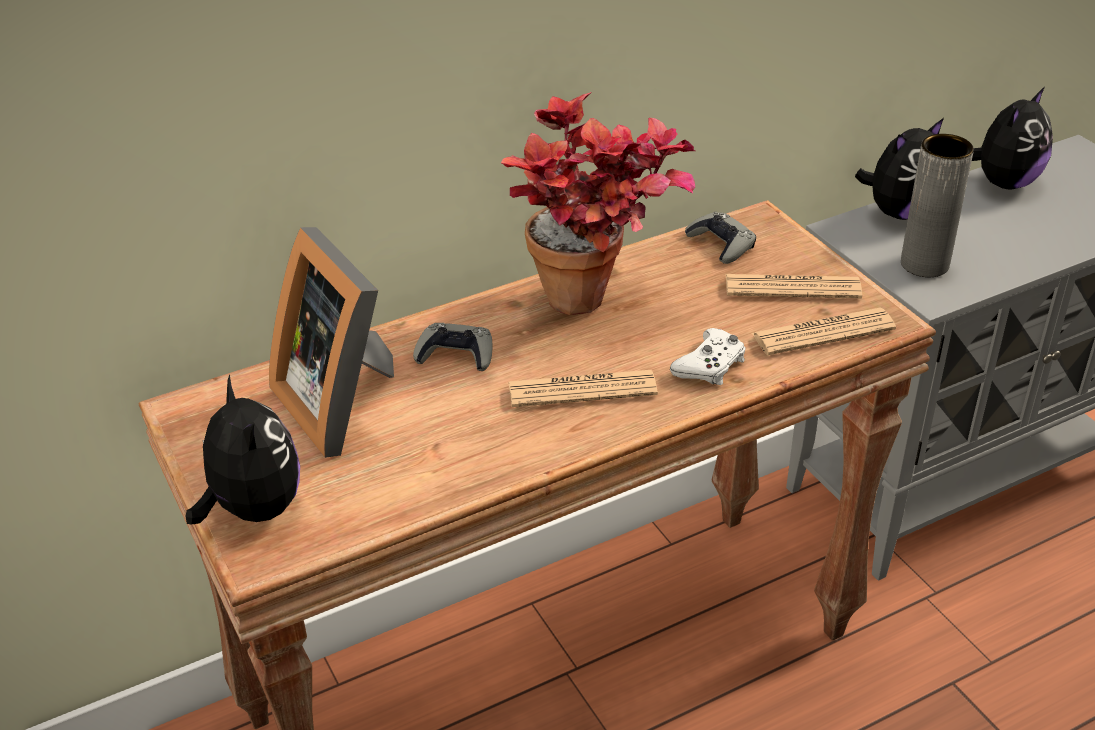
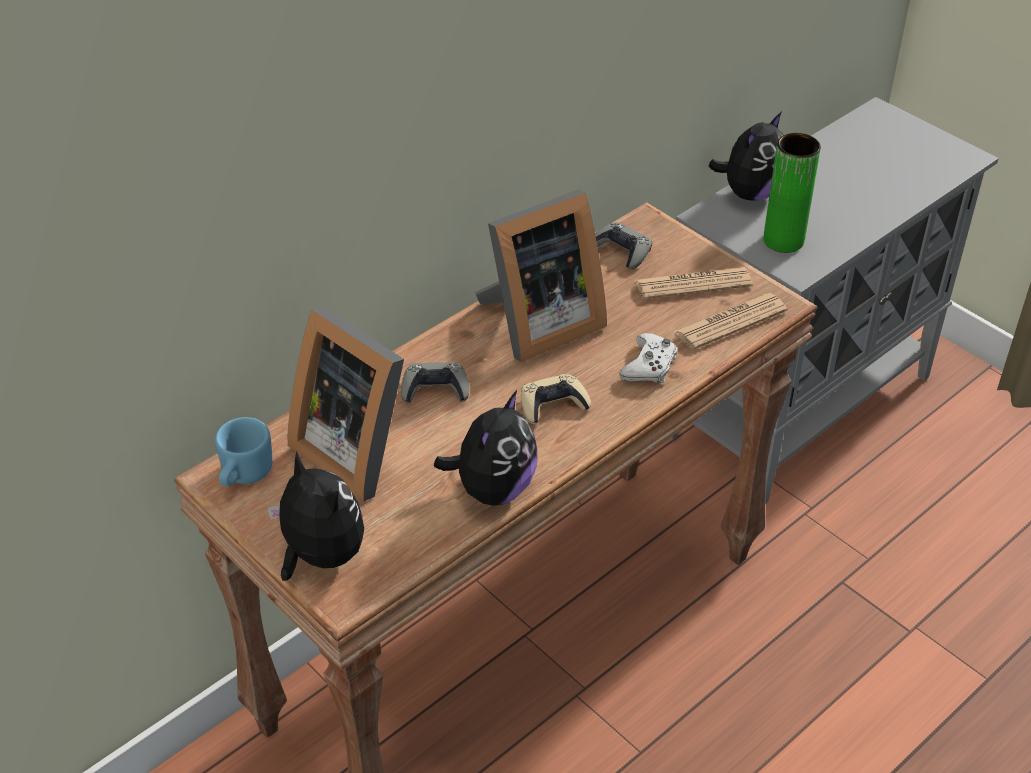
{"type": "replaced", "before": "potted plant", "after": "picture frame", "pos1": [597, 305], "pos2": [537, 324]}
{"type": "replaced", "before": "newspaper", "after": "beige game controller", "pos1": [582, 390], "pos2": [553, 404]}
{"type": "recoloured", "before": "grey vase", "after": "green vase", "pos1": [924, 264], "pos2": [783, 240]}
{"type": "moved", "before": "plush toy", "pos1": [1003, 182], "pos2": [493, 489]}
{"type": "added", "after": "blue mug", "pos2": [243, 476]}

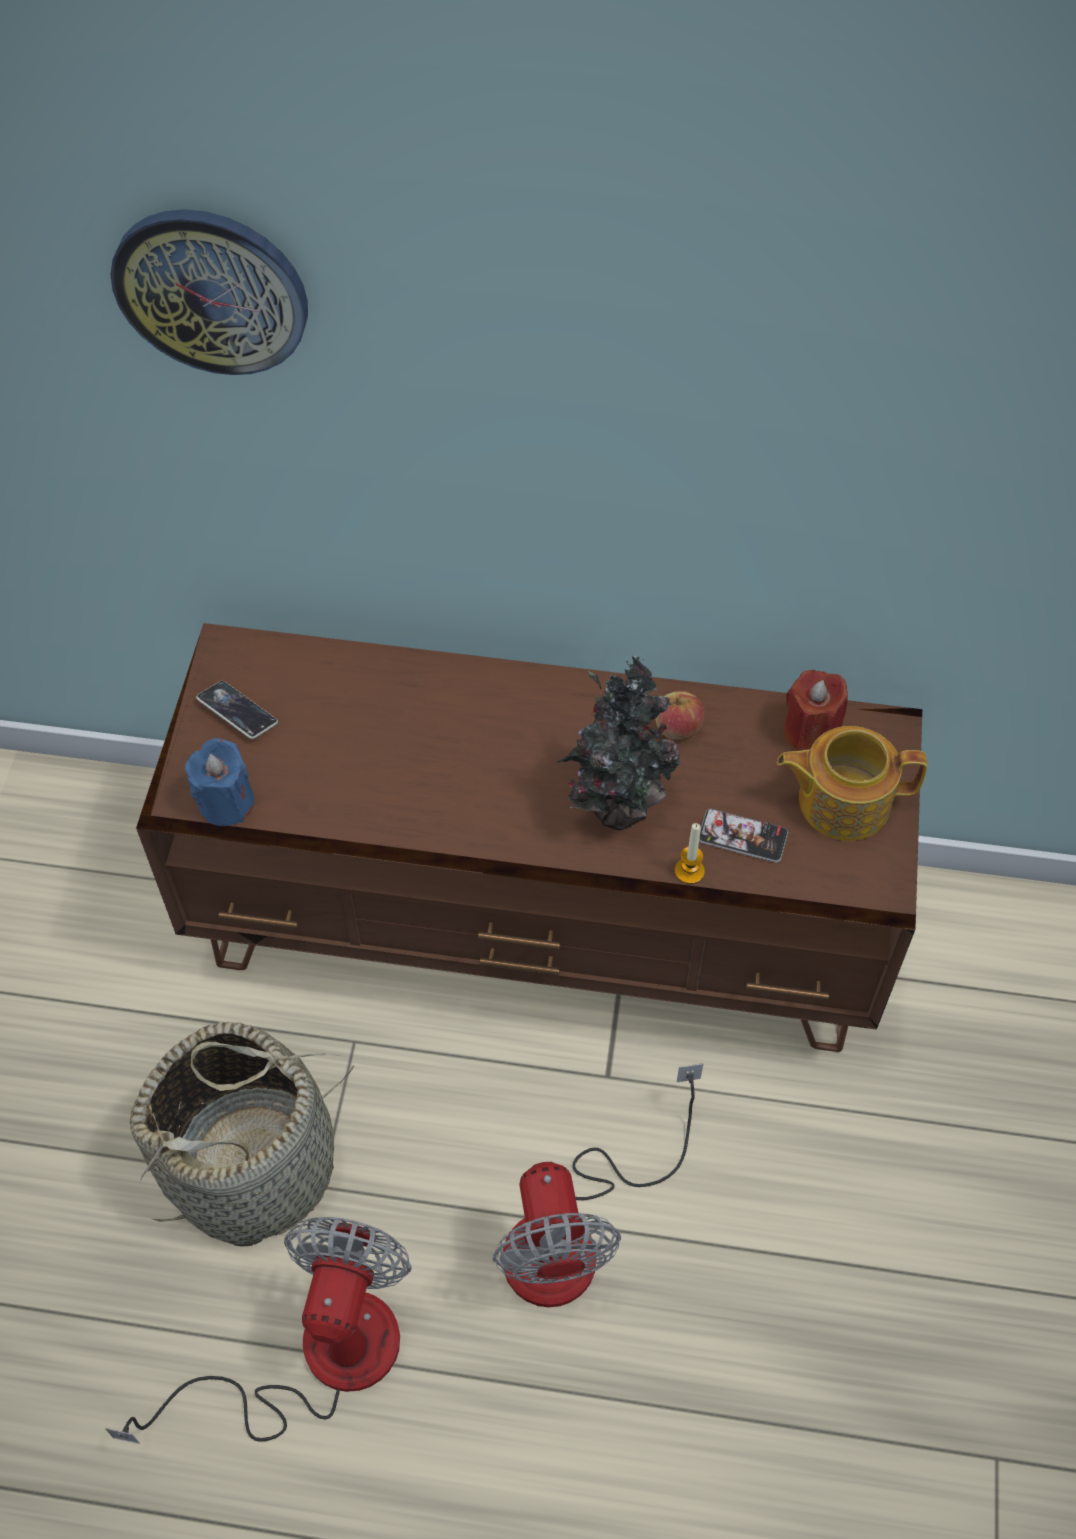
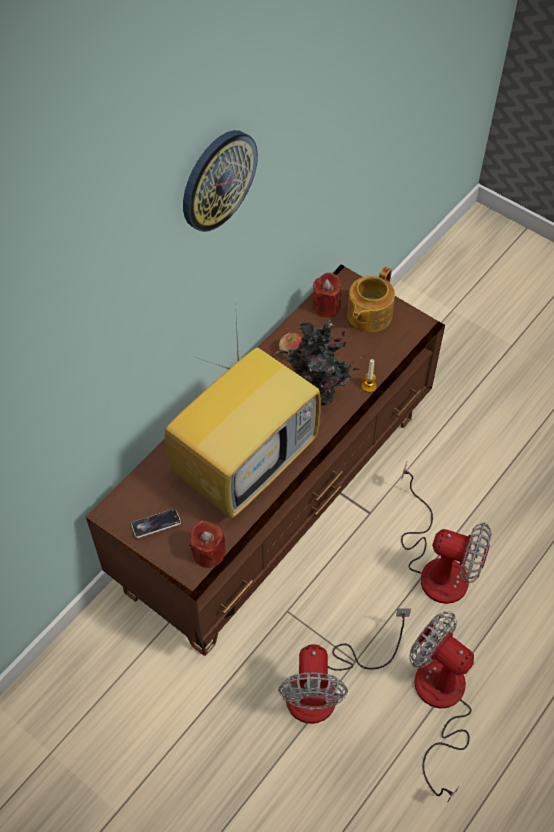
{"type": "moved", "before": "wall clock", "pos1": [211, 290], "pos2": [218, 180]}
{"type": "replaced", "before": "basket", "after": "fan", "pos1": [255, 1165], "pos2": [327, 686]}
{"type": "recoloured", "before": "blue candle", "after": "red candle", "pos1": [226, 802], "pos2": [208, 553]}
{"type": "removed", "before": "phone", "pos1": [742, 836]}
{"type": "added", "after": "television", "pos2": [246, 461]}

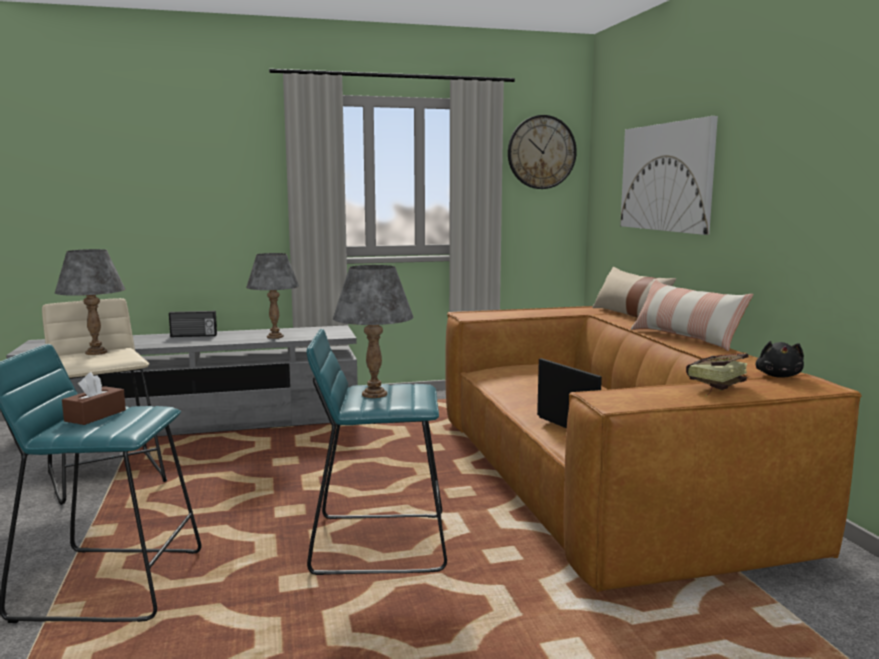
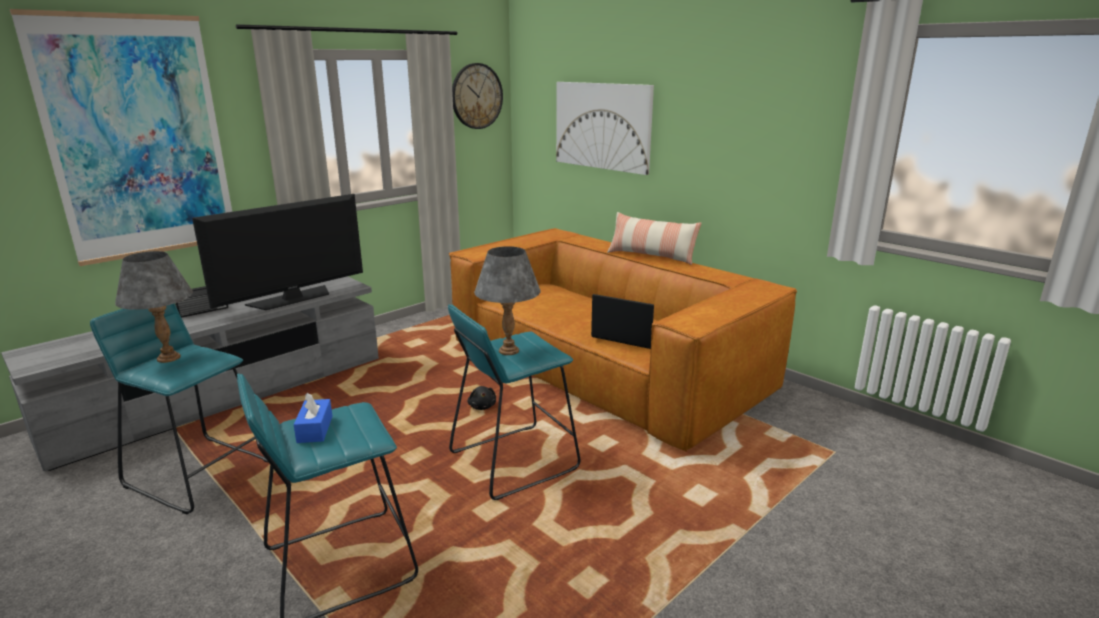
{"type": "recoloured", "before": "beige stool", "after": "turquoise stool", "pos1": [108, 476], "pos2": [200, 473]}
{"type": "recoloured", "before": "brown tissue box", "after": "blue tissue box", "pos1": [95, 415], "pos2": [315, 429]}
{"type": "replaced", "before": "grey table lamp", "after": "television", "pos1": [275, 336], "pos2": [292, 298]}
{"type": "removed", "before": "beige pillow", "pos1": [630, 315]}
{"type": "removed", "before": "book", "pos1": [713, 388]}
{"type": "moved", "before": "black plush toy", "pos1": [778, 376], "pos2": [482, 406]}
{"type": "added", "after": "picture", "pos2": [138, 139]}

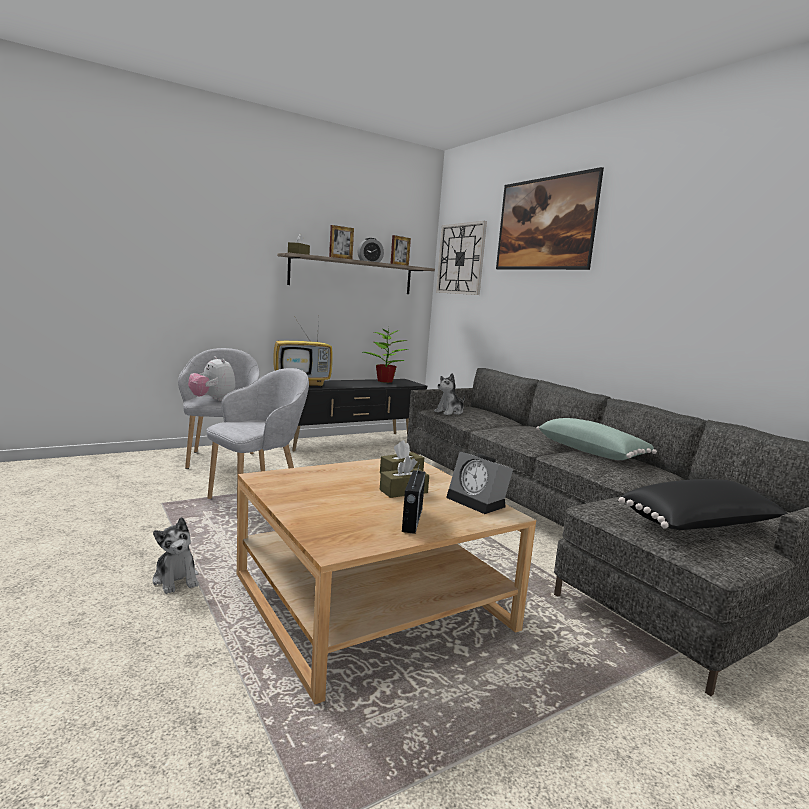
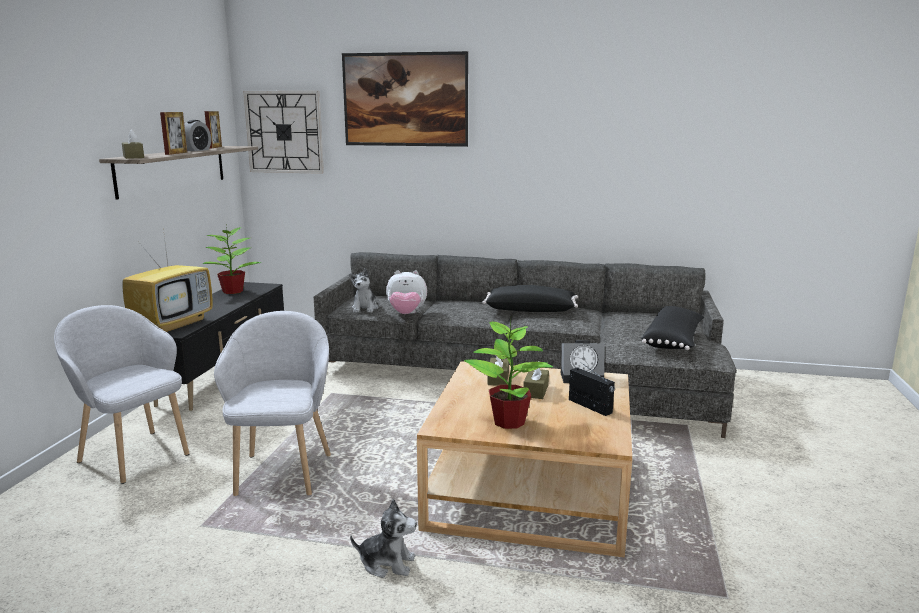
{"type": "moved", "before": "plush toy", "pos1": [212, 400], "pos2": [406, 314]}
{"type": "recoloured", "before": "green pillow", "after": "black pillow", "pos1": [592, 452], "pos2": [530, 310]}
{"type": "added", "after": "potted plant", "pos2": [510, 422]}

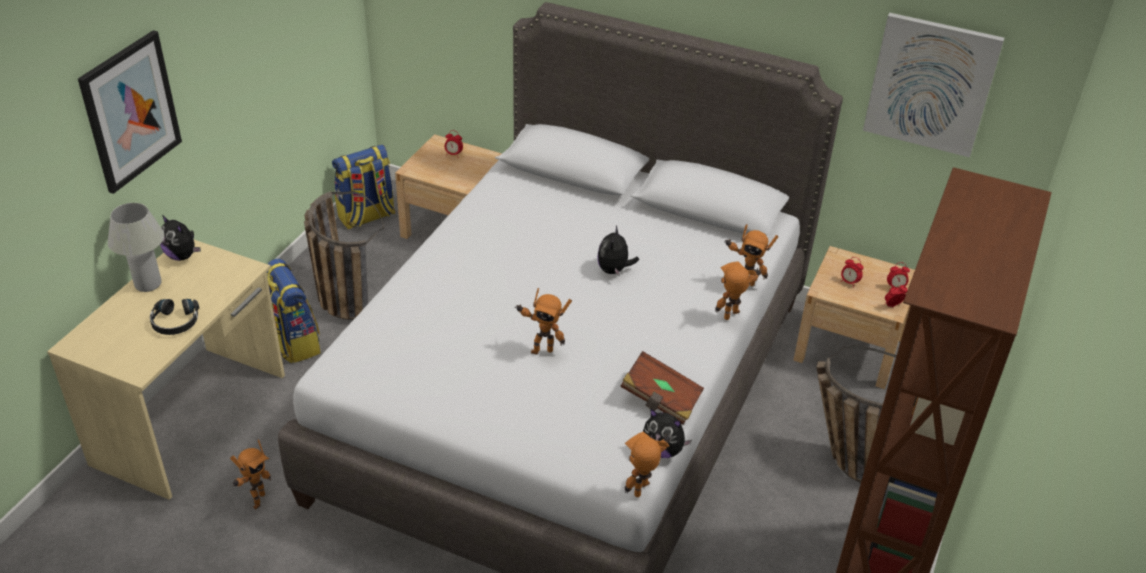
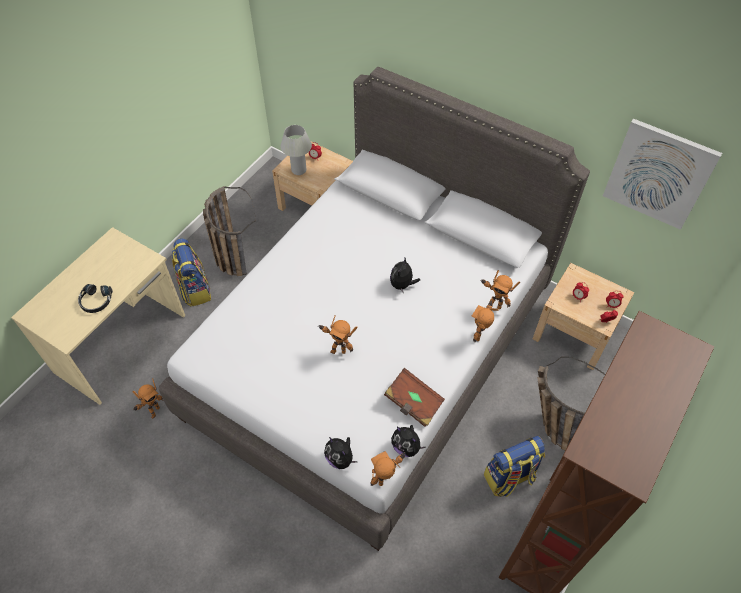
{"type": "removed", "before": "picture", "pos1": [130, 111]}
{"type": "moved", "before": "white table lamp", "pos1": [148, 284], "pos2": [299, 170]}
{"type": "moved", "before": "plush toy", "pos1": [182, 256], "pos2": [340, 458]}
{"type": "moved", "before": "backpack", "pos1": [366, 217], "pos2": [509, 478]}
{"type": "turned", "before": "toy robot", "pos1": [734, 317], "pos2": [480, 335], "turn": -45}

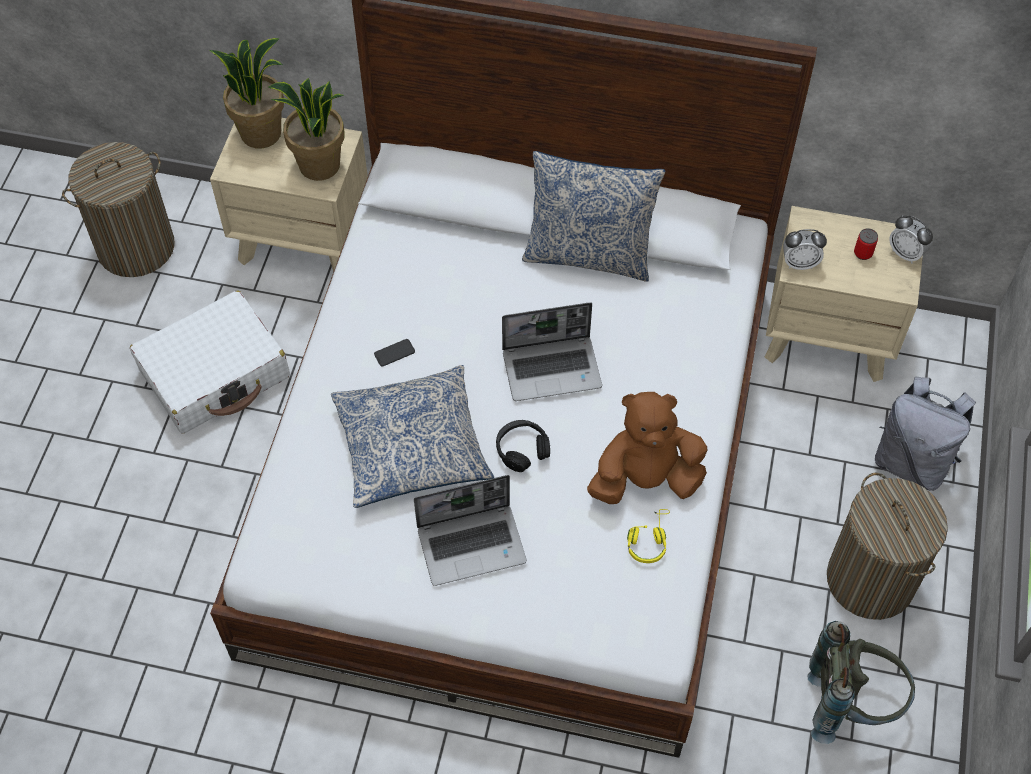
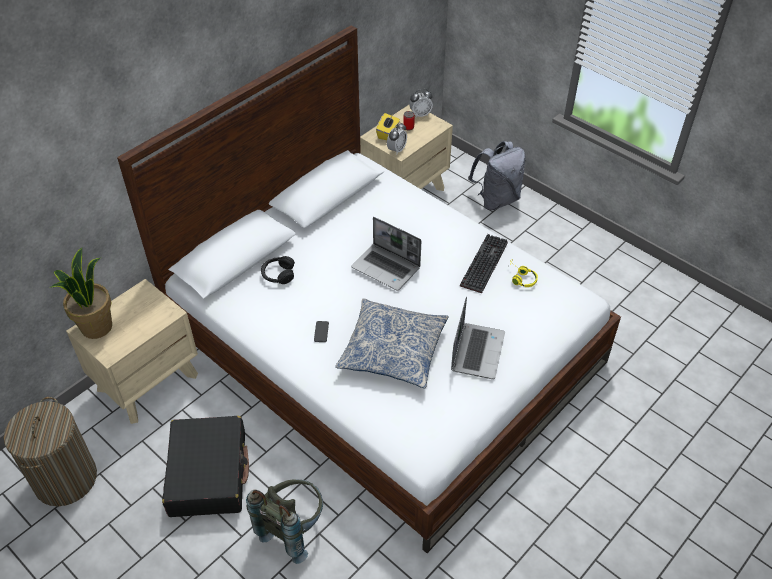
{"type": "recoloured", "before": "white suitcase", "after": "black suitcase", "pos1": [215, 373], "pos2": [208, 473]}
{"type": "removed", "before": "potted plant", "pos1": [319, 166]}
{"type": "moved", "before": "black headphones", "pos1": [522, 449], "pos2": [278, 274]}
{"type": "turned", "before": "laptop", "pos1": [552, 368], "pos2": [387, 268], "turn": 105}
{"type": "removed", "before": "pillow", "pos1": [589, 254]}
{"type": "replaced", "before": "brown plush toy", "after": "keyboard", "pos1": [645, 479], "pos2": [483, 263]}
{"type": "moved", "before": "grey backpack", "pos1": [850, 703], "pos2": [292, 528]}
{"type": "removed", "before": "laundry basket", "pos1": [871, 579]}
{"type": "added", "after": "yellow tissue box", "pos2": [388, 134]}

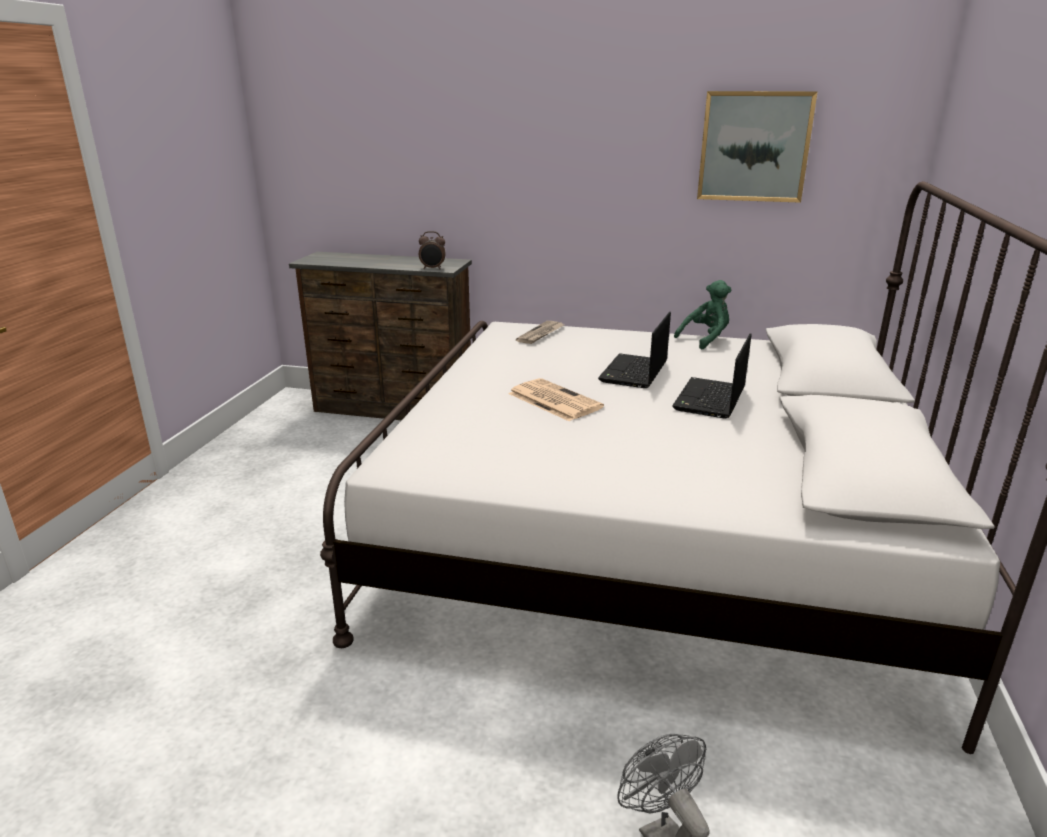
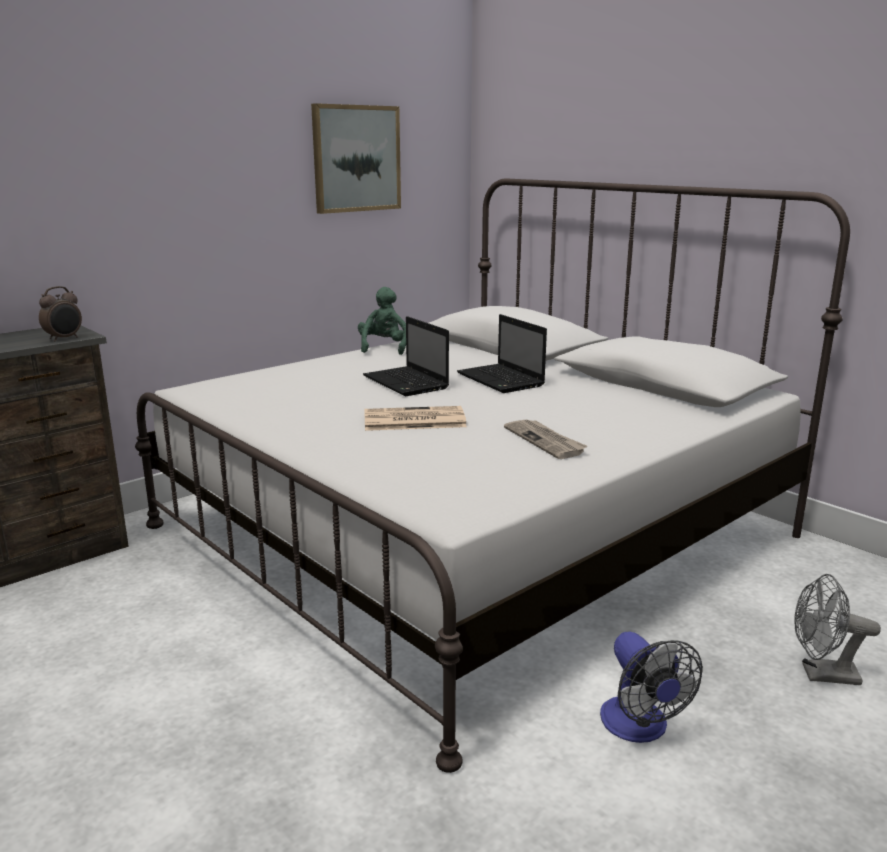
{"type": "moved", "before": "newspaper", "pos1": [541, 334], "pos2": [545, 441]}
{"type": "added", "after": "fan", "pos2": [640, 728]}

